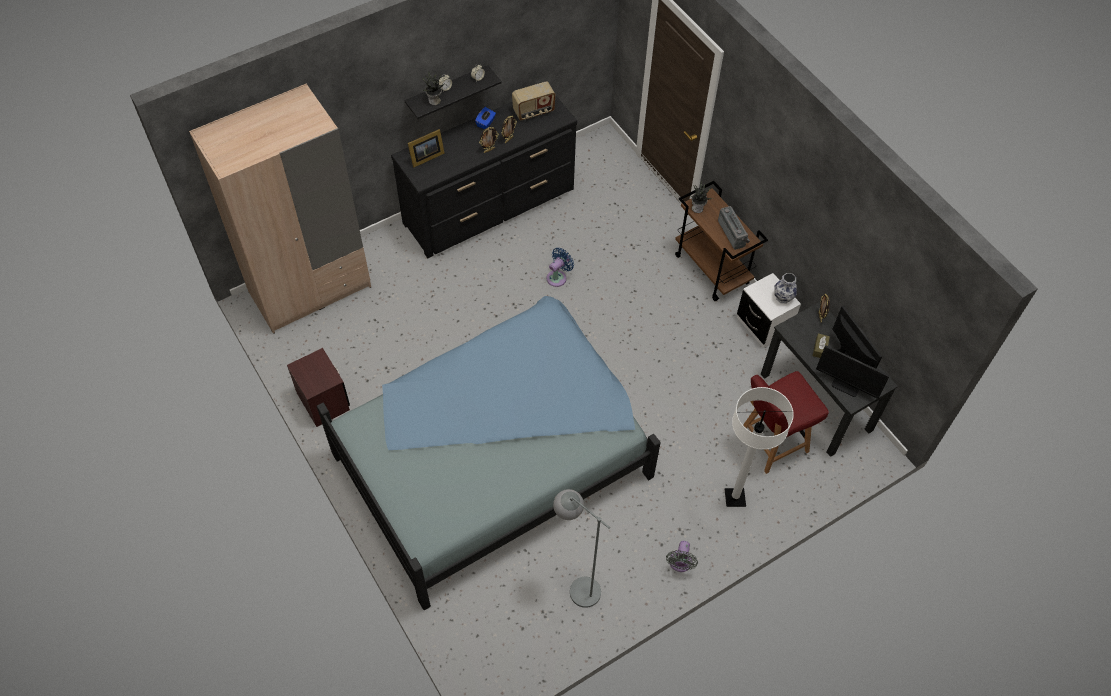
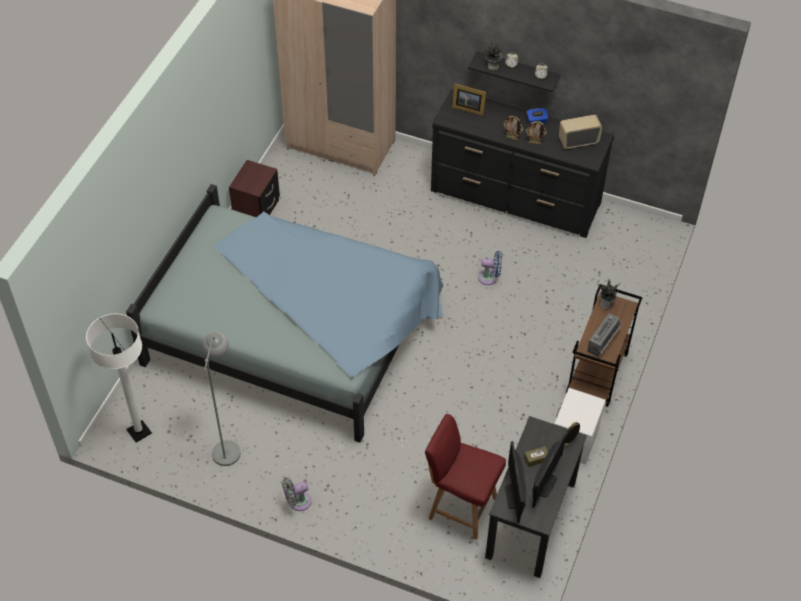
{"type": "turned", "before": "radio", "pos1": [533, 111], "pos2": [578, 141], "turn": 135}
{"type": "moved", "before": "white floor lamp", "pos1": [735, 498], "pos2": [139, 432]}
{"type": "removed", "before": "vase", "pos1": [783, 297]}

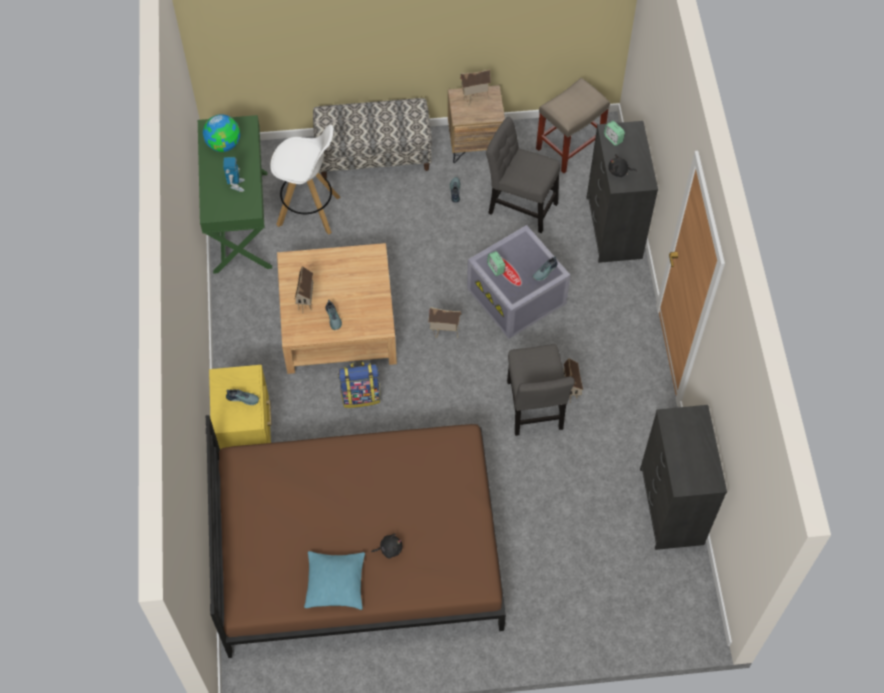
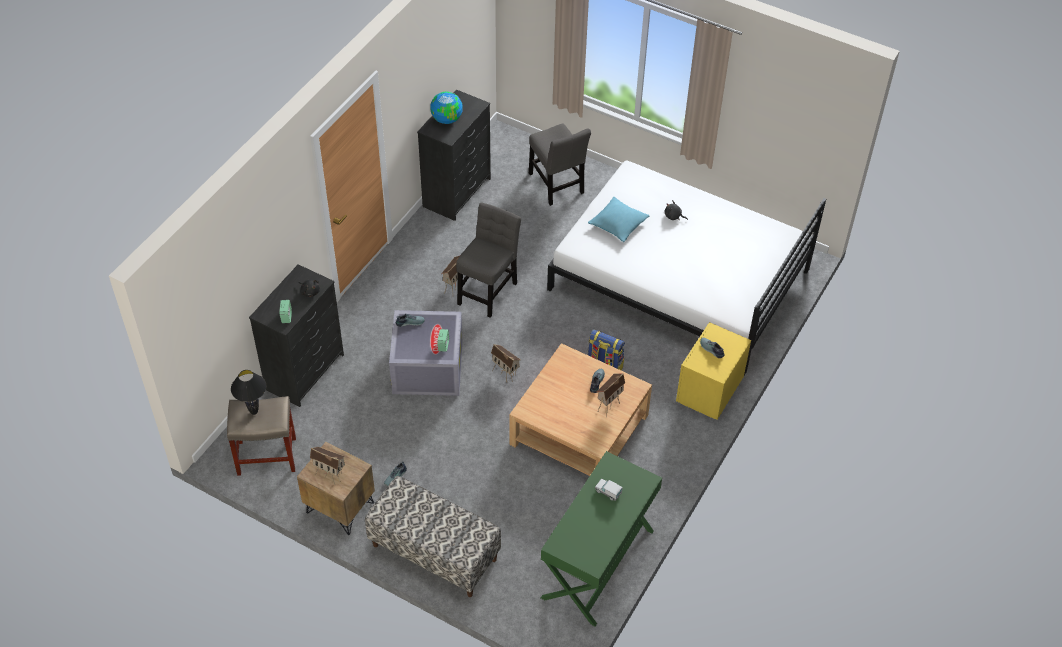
{"type": "moved", "before": "globe", "pos1": [224, 144], "pos2": [446, 119]}
{"type": "recoloured", "before": "brown bed", "after": "white bed", "pos1": [358, 547], "pos2": [679, 280]}
{"type": "replaced", "before": "toy robot", "after": "toy truck", "pos1": [236, 185], "pos2": [608, 492]}
{"type": "removed", "before": "white stool", "pos1": [309, 211]}
{"type": "moved", "before": "turquoise pillow", "pos1": [335, 583], "pos2": [618, 224]}
{"type": "moved", "before": "grey chair", "pos1": [519, 206], "pos2": [557, 186]}
{"type": "added", "after": "black table lamp", "pos2": [254, 412]}

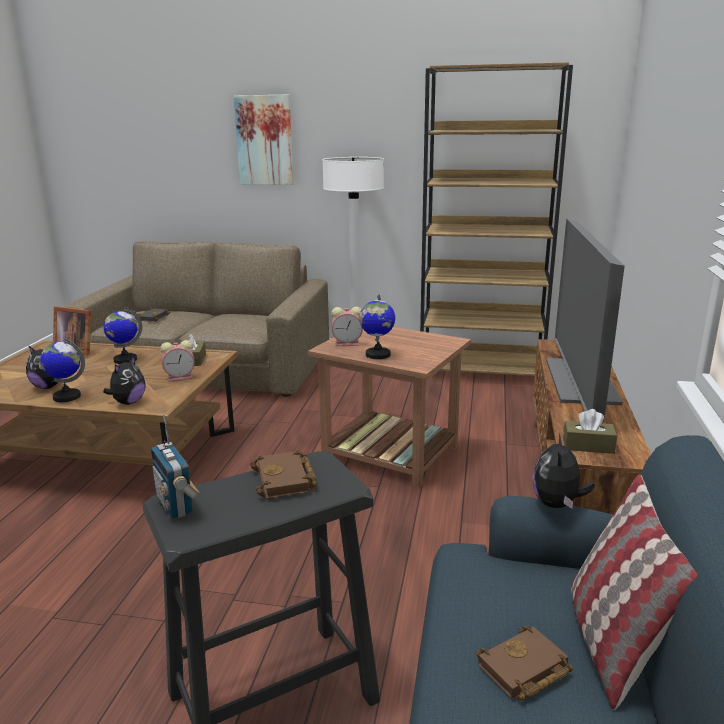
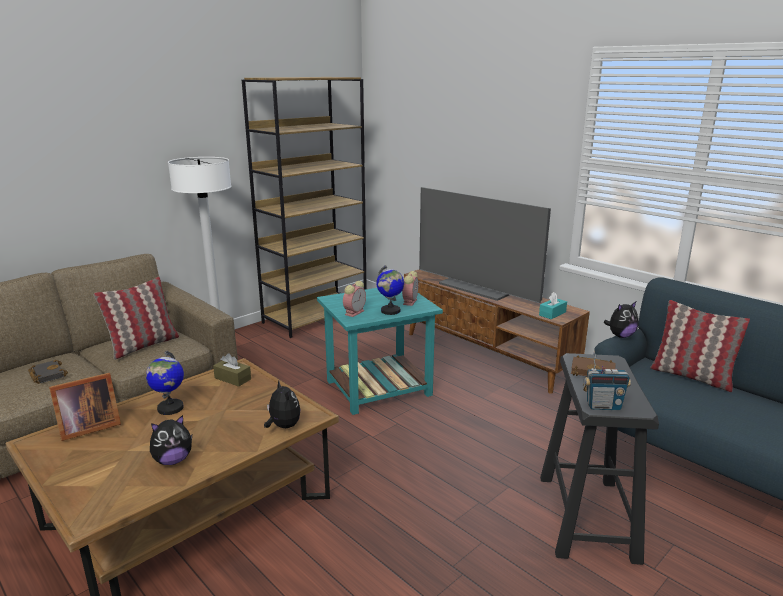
{"type": "removed", "before": "globe", "pos1": [67, 397]}
{"type": "moved", "before": "alarm clock", "pos1": [181, 377], "pos2": [410, 301]}
{"type": "removed", "before": "picture", "pos1": [265, 140]}
{"type": "recoloured", "before": "brown side table", "after": "turquoise side table", "pos1": [392, 454], "pos2": [380, 387]}
{"type": "removed", "before": "brown book", "pos1": [523, 670]}
{"type": "turned", "before": "plush toy", "pos1": [557, 504], "pos2": [620, 336], "turn": -75}
{"type": "recoloured", "before": "brown tissue box", "after": "turquoise tissue box", "pos1": [588, 446], "pos2": [552, 313]}
{"type": "added", "after": "pillow", "pos2": [143, 345]}

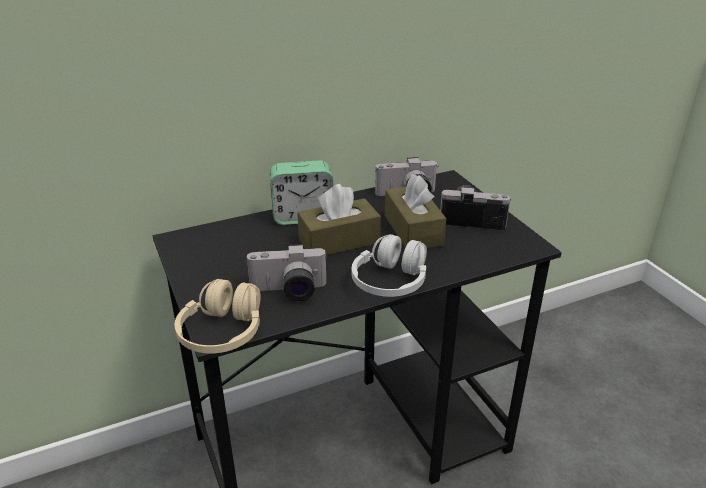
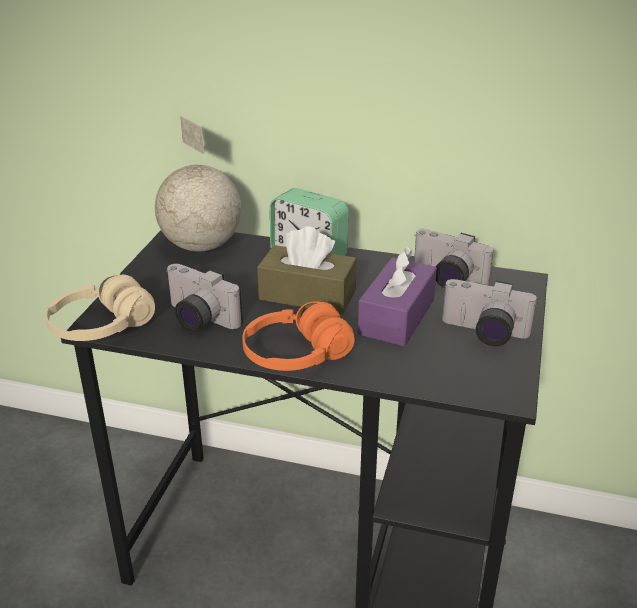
{"type": "recoloured", "before": "white headphones", "after": "orange headphones", "pos1": [390, 282], "pos2": [296, 355]}
{"type": "recoloured", "before": "brown tissue box", "after": "purple tissue box", "pos1": [413, 230], "pos2": [396, 317]}
{"type": "turned", "before": "photo camera", "pos1": [472, 218], "pos2": [483, 333], "turn": 150}
{"type": "added", "after": "globe", "pos2": [201, 246]}

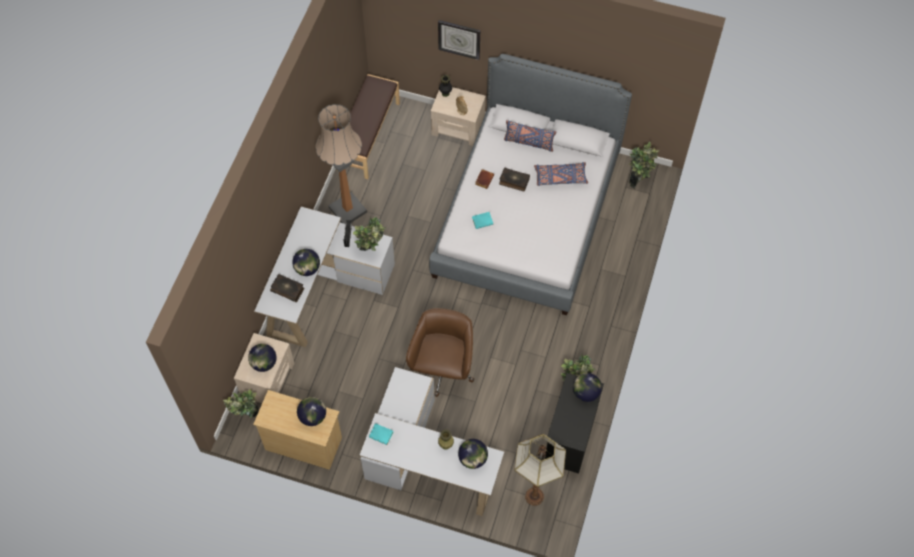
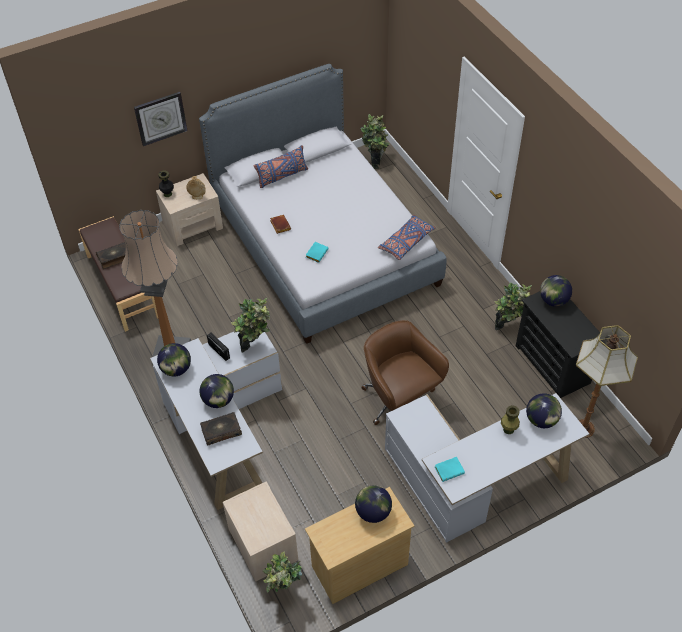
{"type": "moved", "before": "globe", "pos1": [264, 363], "pos2": [176, 369]}
{"type": "moved", "before": "book", "pos1": [514, 181], "pos2": [114, 258]}
{"type": "moved", "before": "blue pillow", "pos1": [560, 177], "pos2": [406, 242]}

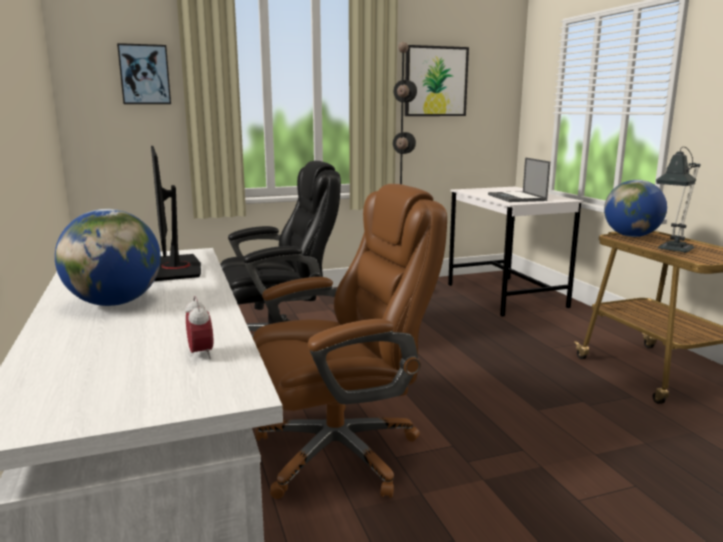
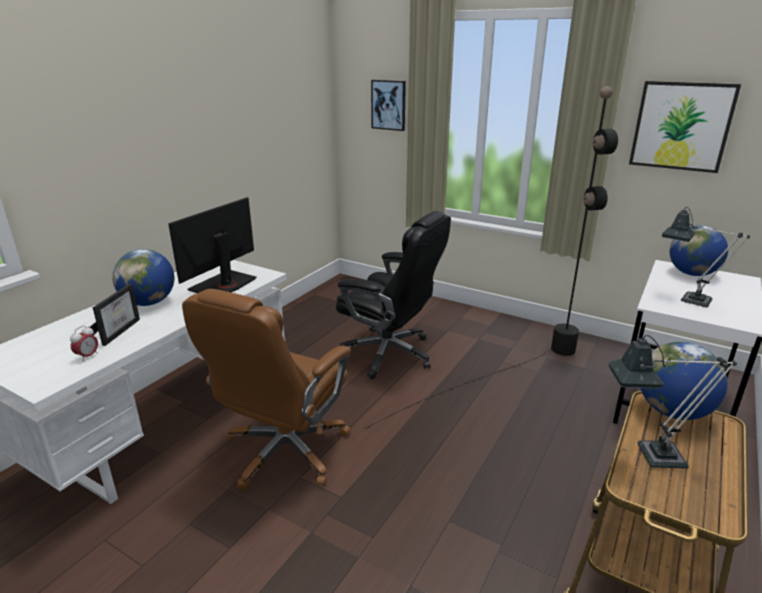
{"type": "turned", "before": "brown office chair", "pos1": [341, 452], "pos2": [284, 452], "turn": 90}
{"type": "replaced", "before": "laptop", "after": "table lamp", "pos1": [517, 198], "pos2": [687, 299]}
{"type": "added", "after": "picture frame", "pos2": [117, 331]}
{"type": "added", "after": "globe", "pos2": [692, 274]}

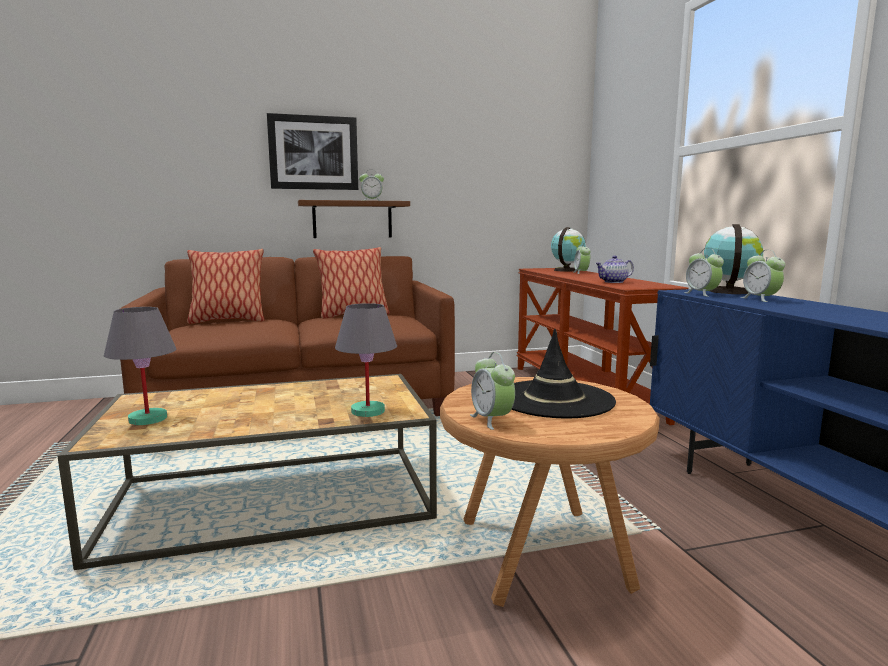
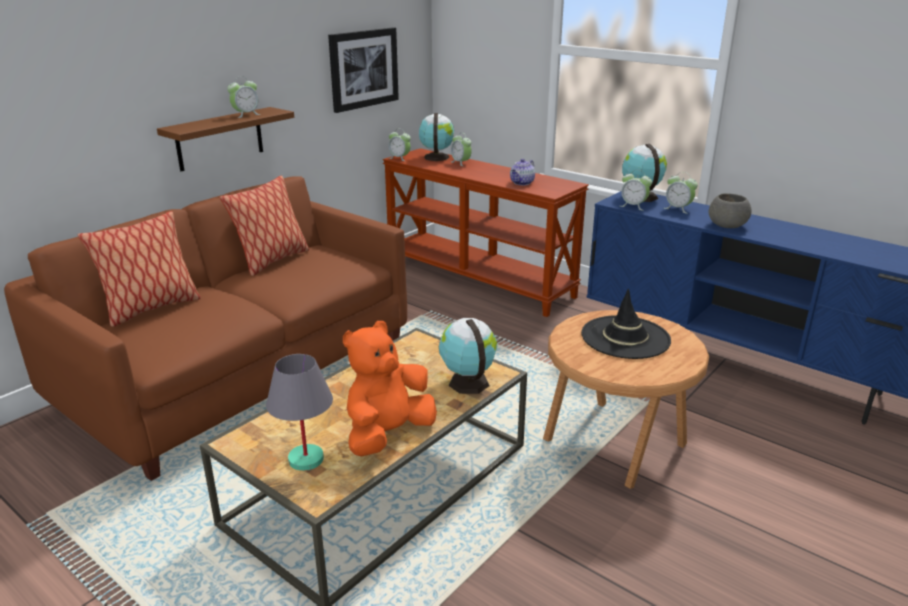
{"type": "moved", "before": "picture", "pos1": [313, 153], "pos2": [363, 69]}
{"type": "replaced", "before": "grey table lamp", "after": "globe", "pos1": [367, 411], "pos2": [467, 382]}
{"type": "moved", "before": "alarm clock", "pos1": [492, 420], "pos2": [399, 158]}
{"type": "added", "after": "orange plush toy", "pos2": [388, 434]}
{"type": "added", "after": "grey bowl", "pos2": [726, 226]}

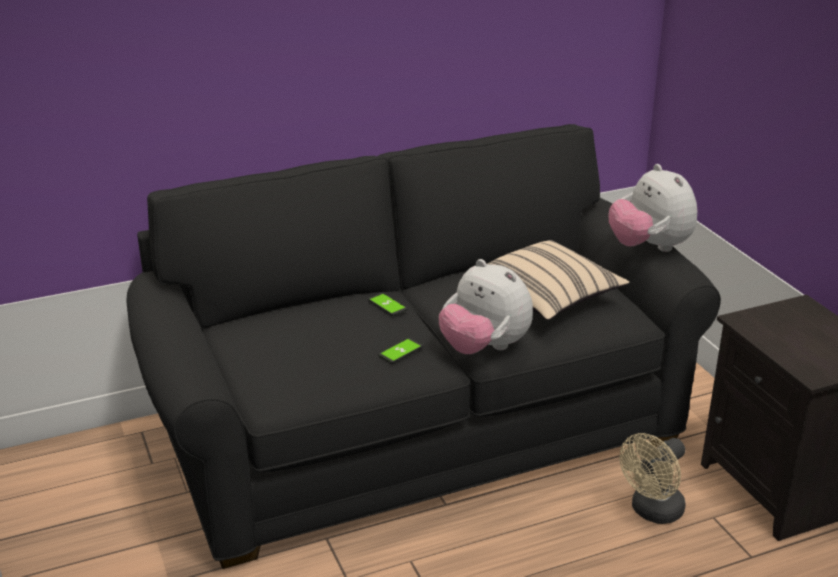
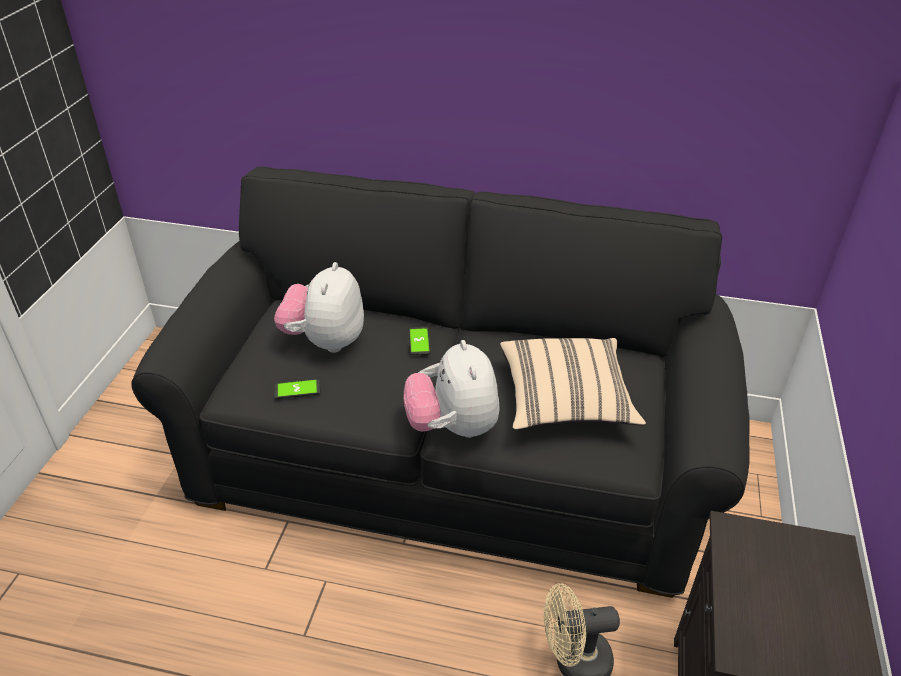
{"type": "moved", "before": "phone", "pos1": [400, 351], "pos2": [297, 389]}
{"type": "moved", "before": "plush toy", "pos1": [649, 247], "pos2": [325, 341]}

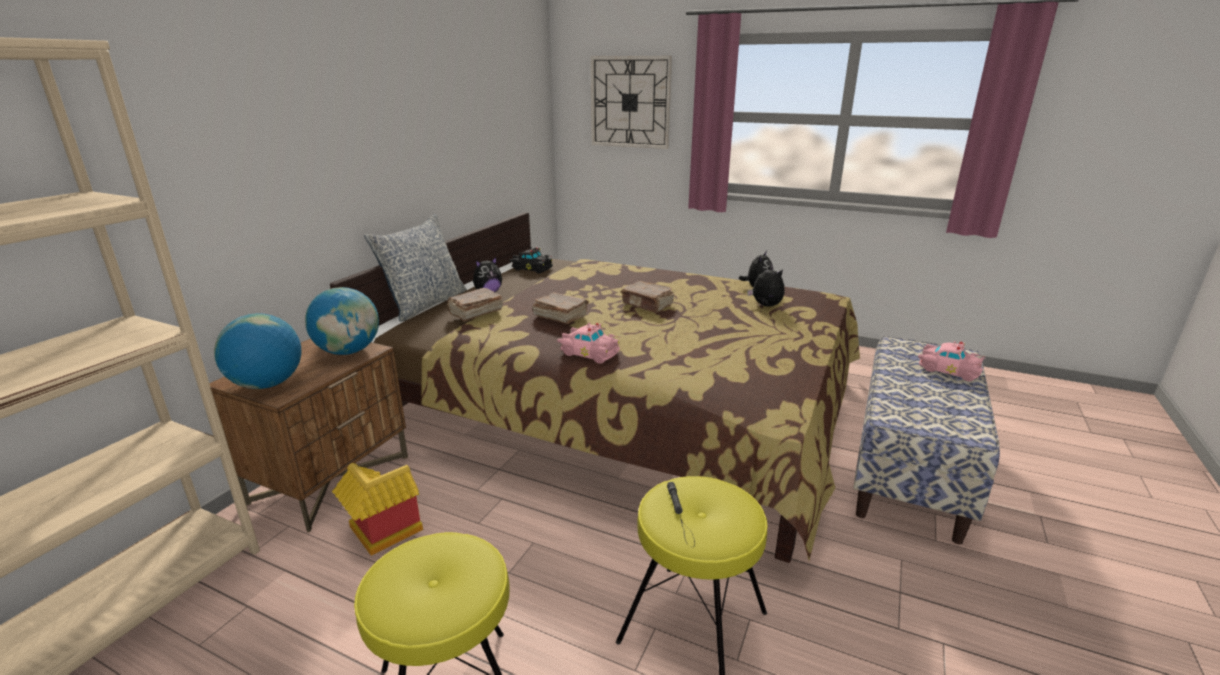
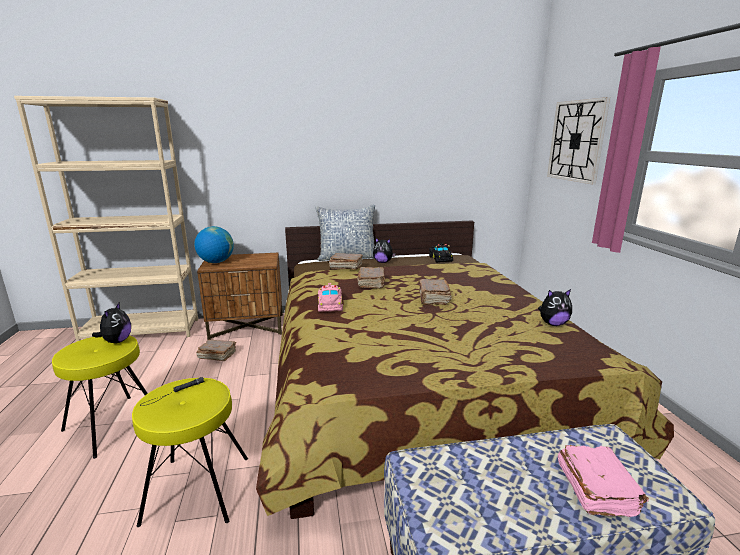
{"type": "removed", "before": "globe", "pos1": [349, 351]}
{"type": "replaced", "before": "toy house", "after": "brown book", "pos1": [380, 534], "pos2": [217, 356]}
{"type": "moved", "before": "plush toy", "pos1": [765, 306], "pos2": [117, 341]}
{"type": "replaced", "before": "pink toy car", "after": "pink book", "pos1": [947, 369], "pos2": [596, 489]}

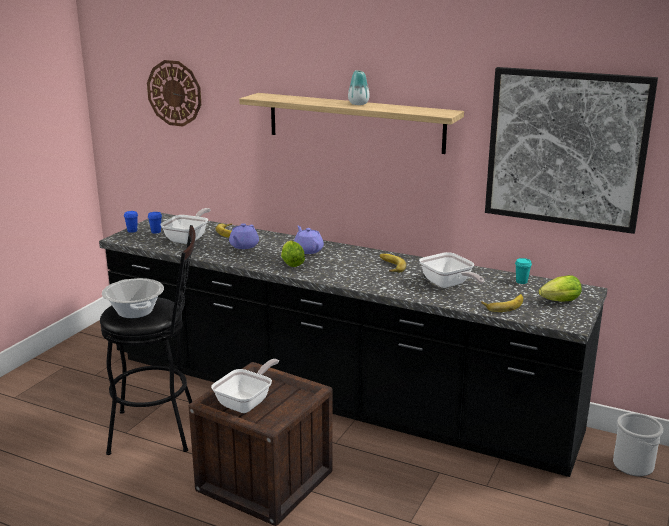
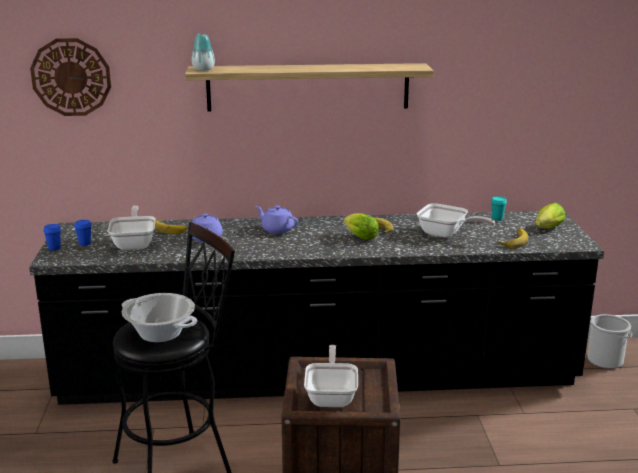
{"type": "moved", "before": "lettuce", "pos1": [291, 263], "pos2": [359, 237]}
{"type": "moved", "before": "vase", "pos1": [358, 104], "pos2": [203, 69]}
{"type": "removed", "before": "picture", "pos1": [566, 149]}

